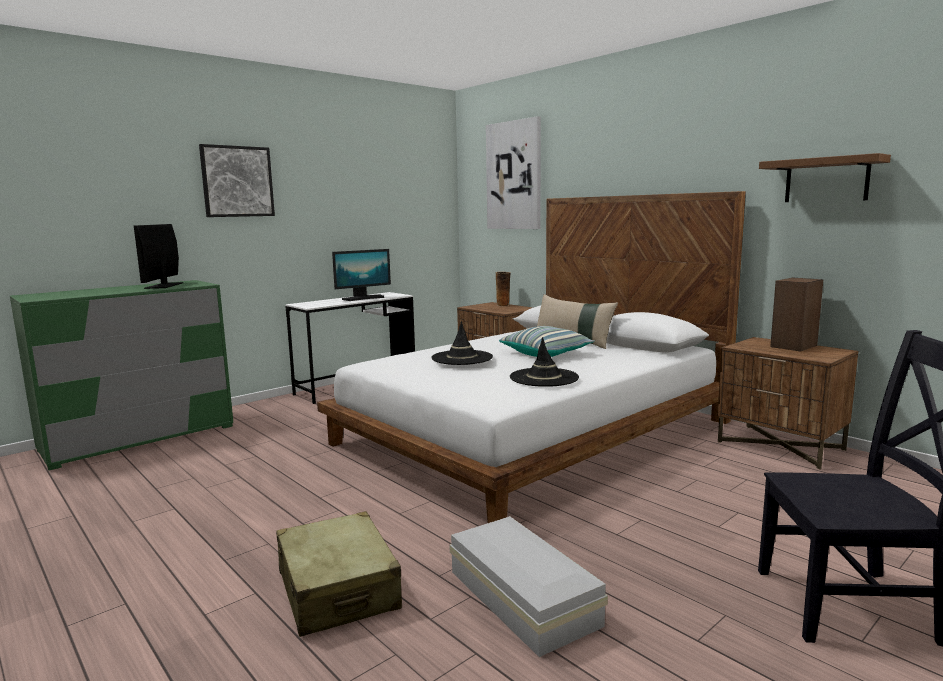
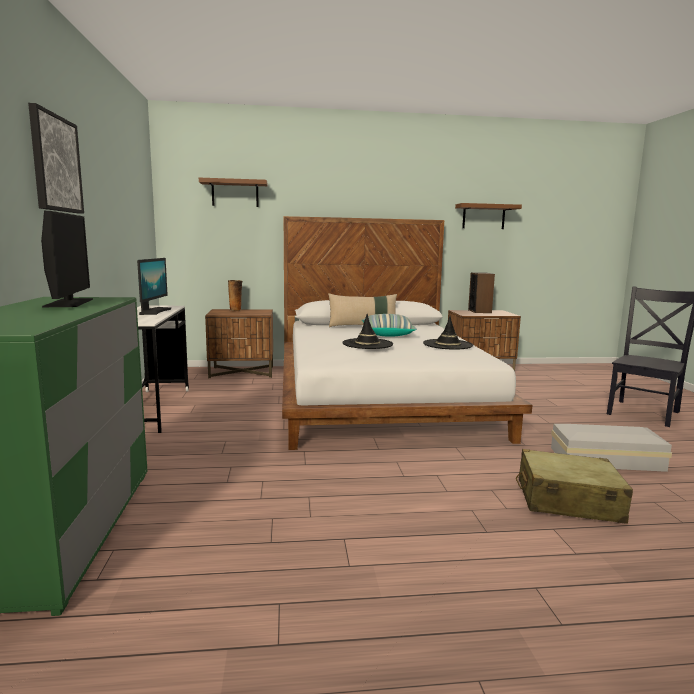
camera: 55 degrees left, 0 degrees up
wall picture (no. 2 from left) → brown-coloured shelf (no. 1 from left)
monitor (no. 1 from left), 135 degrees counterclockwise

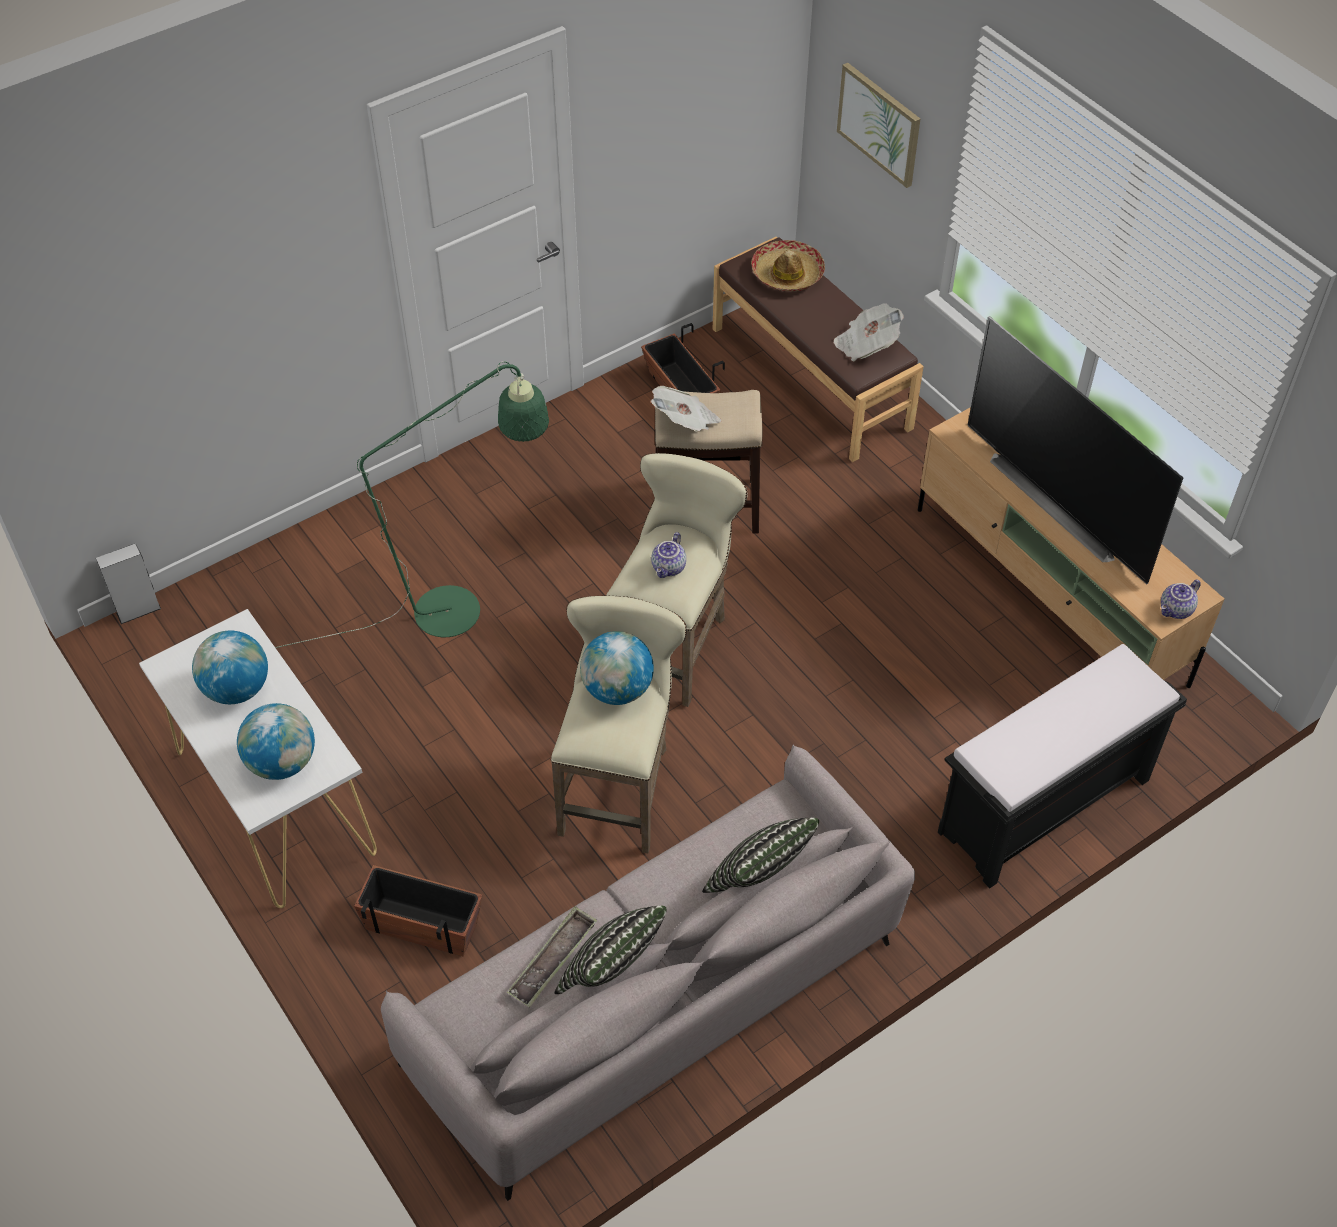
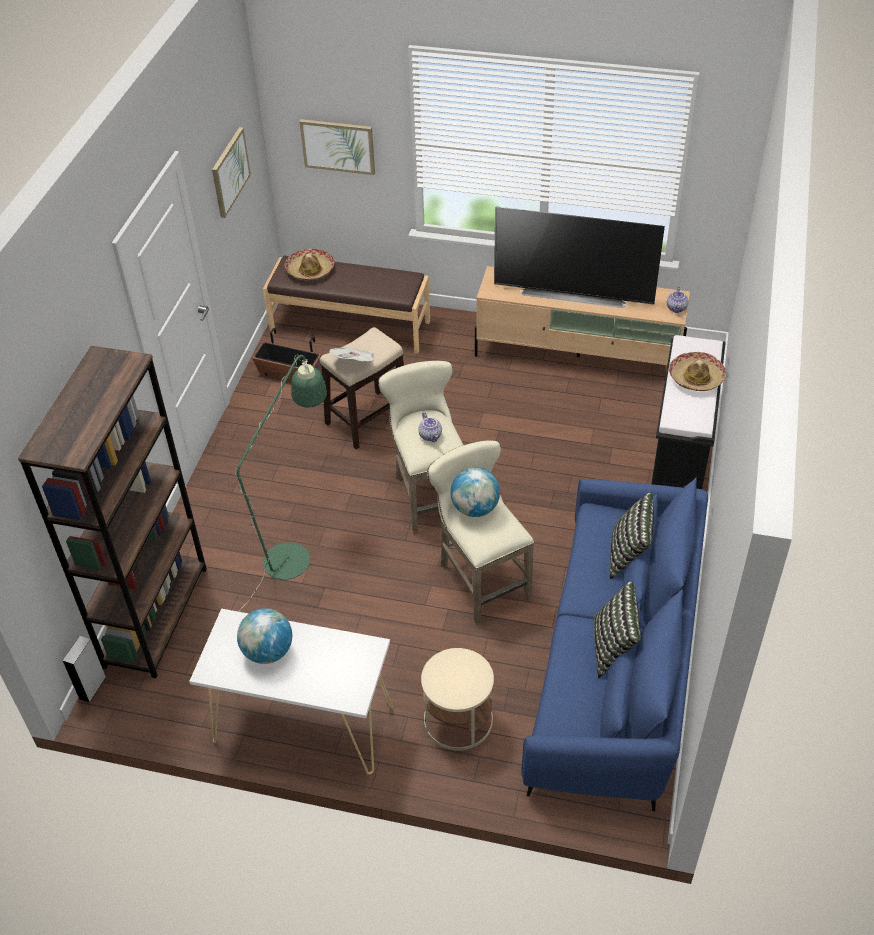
camera: 40 degrees left, 5 degrees down
newspaper (no. 2 from left) → -
globe (no. 2 from left) → -
grey settee → blue settee
planter (no. 1 from left) → beige-coloured side table
carrying tray → -
- → wall picture (no. 1 from left)
- → brown-coloured bookcase
- → clothing hat (no. 2 from left)

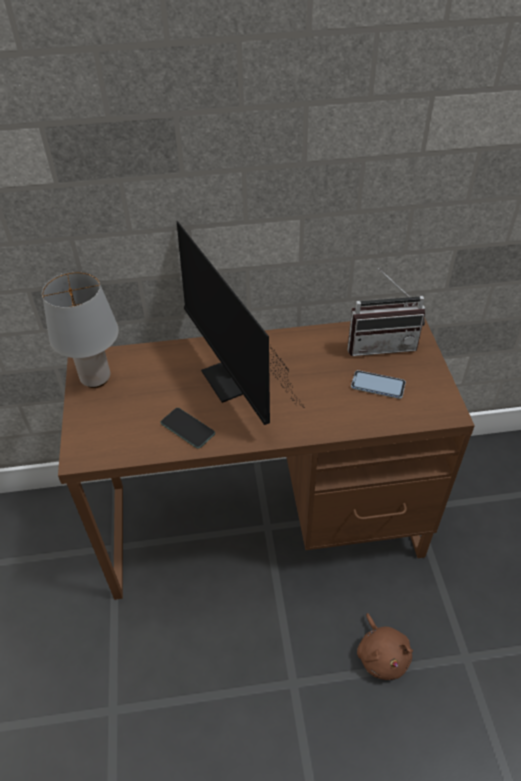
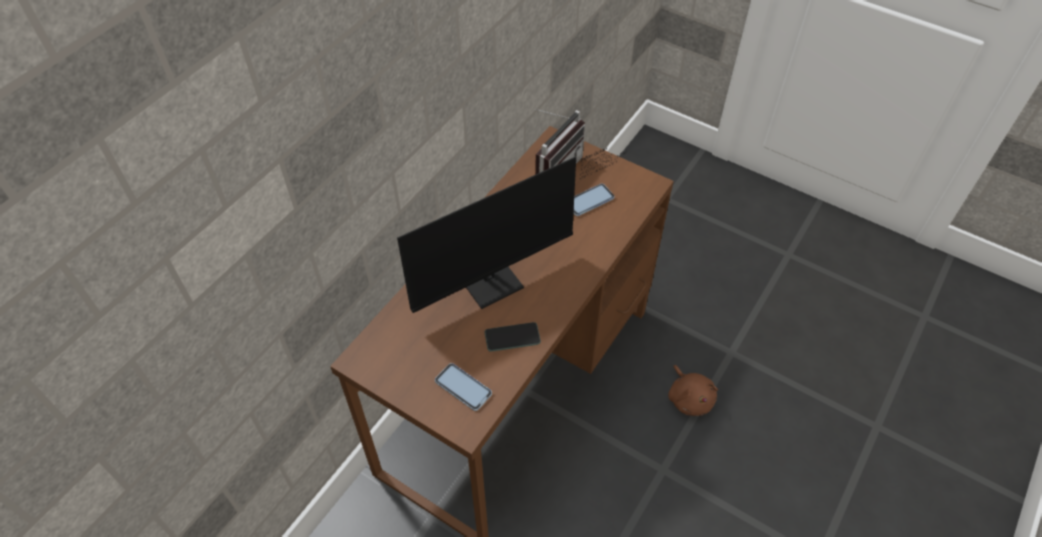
camera: 50 degrees left, 5 degrees up
monitor, 45 degrees counterclockwise
grey table lamp → -
brown-coloured soft toy, 45 degrees clockwise
- → phone (no. 1 from left)

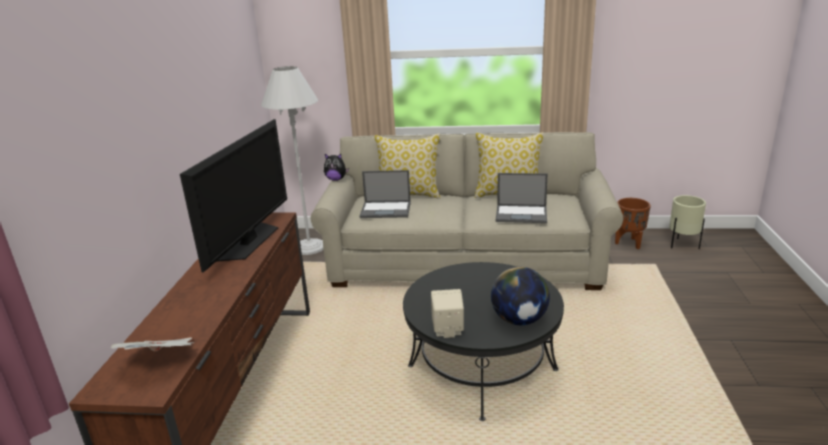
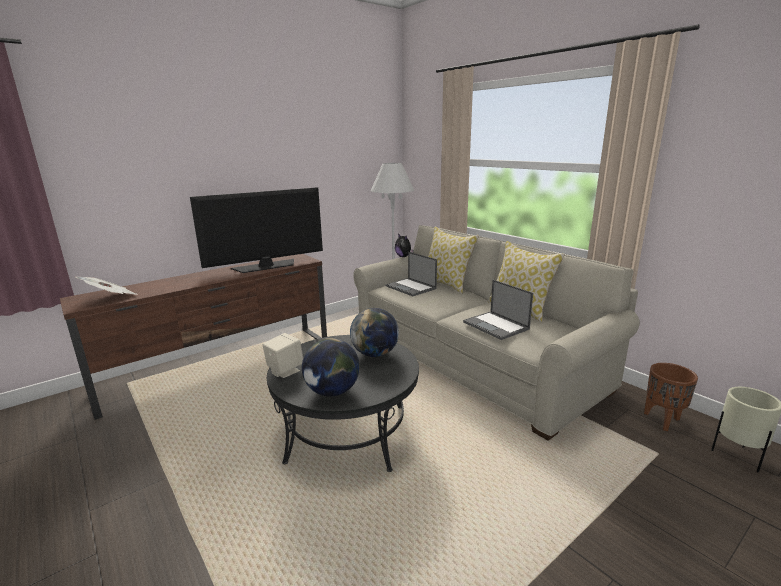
camera: 45 degrees right, 5 degrees down
- → globe (no. 2 from left)

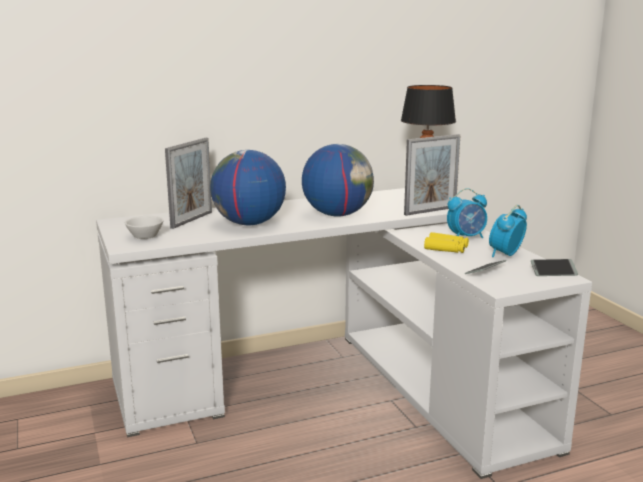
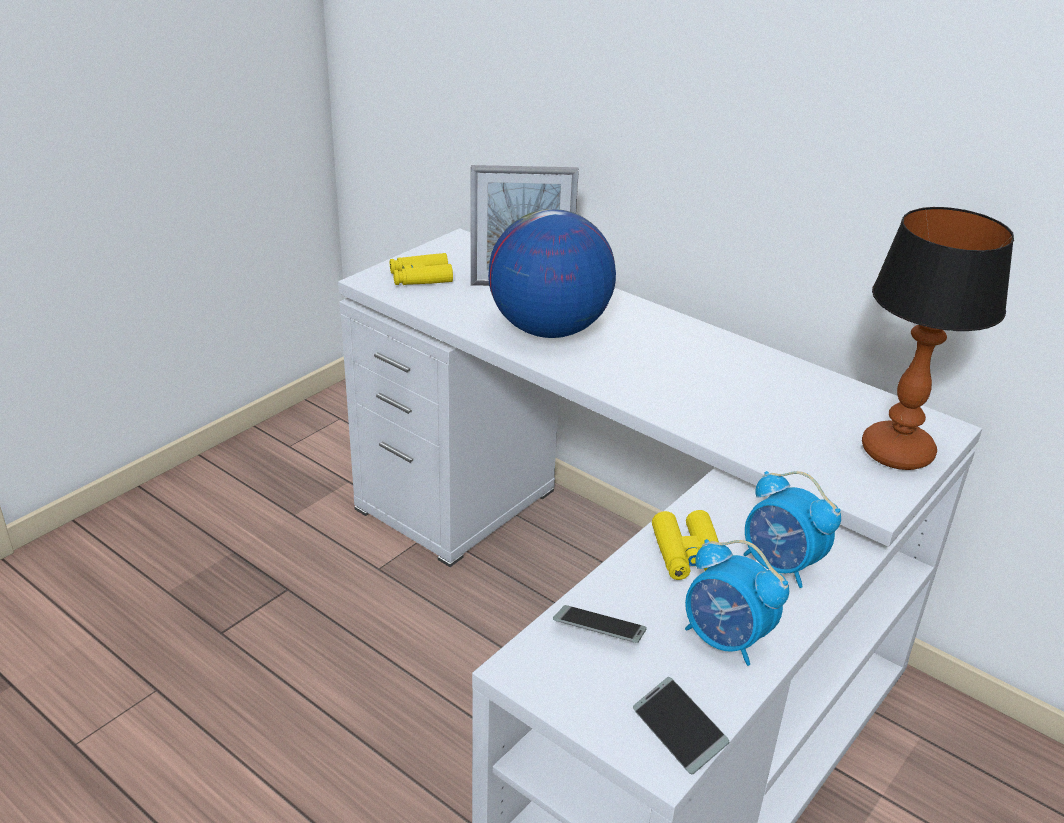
camera: 60 degrees right, 15 degrees up
photo frame (no. 2 from left) → -
globe (no. 2 from left) → -
alarm clock (no. 2 from left in the first image) → alarm clock (no. 1 from left), 150 degrees counterclockwise
white drinking cup → yellow pair of binoculars (no. 1 from left)

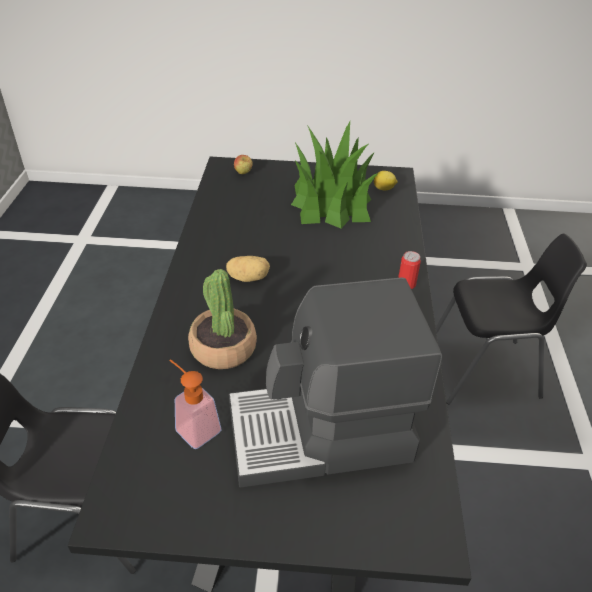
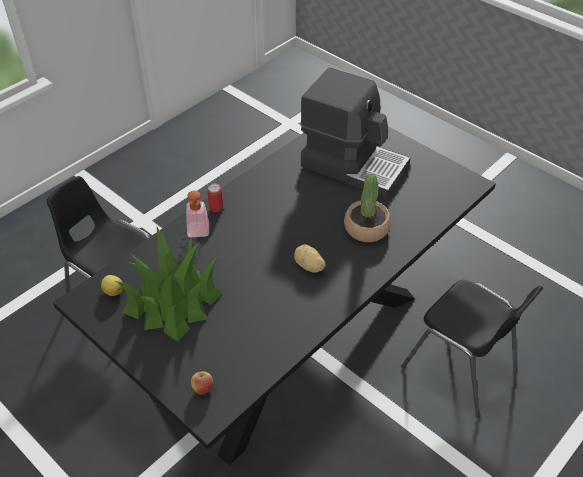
camera: 140 degrees left, 5 degrees up
liquid soap bottle, shifted

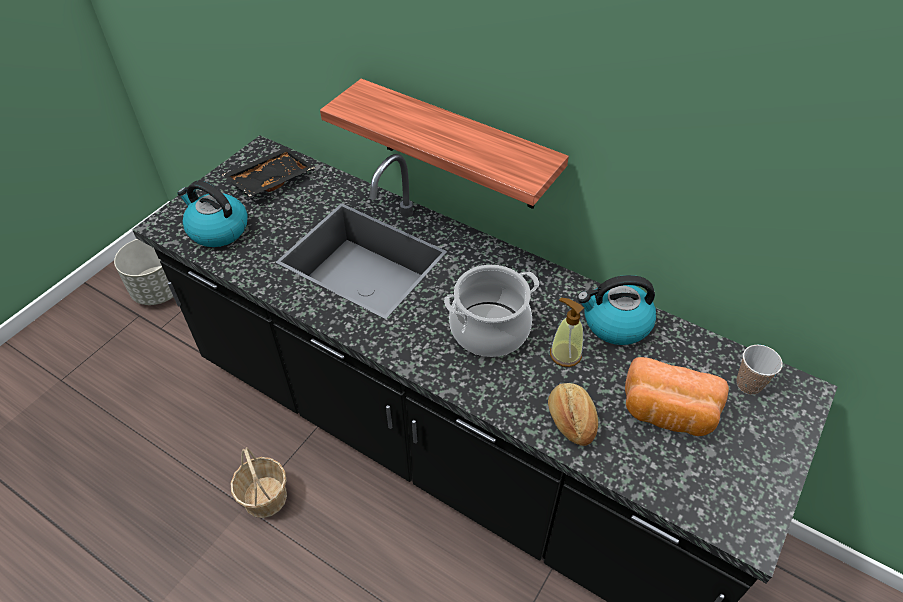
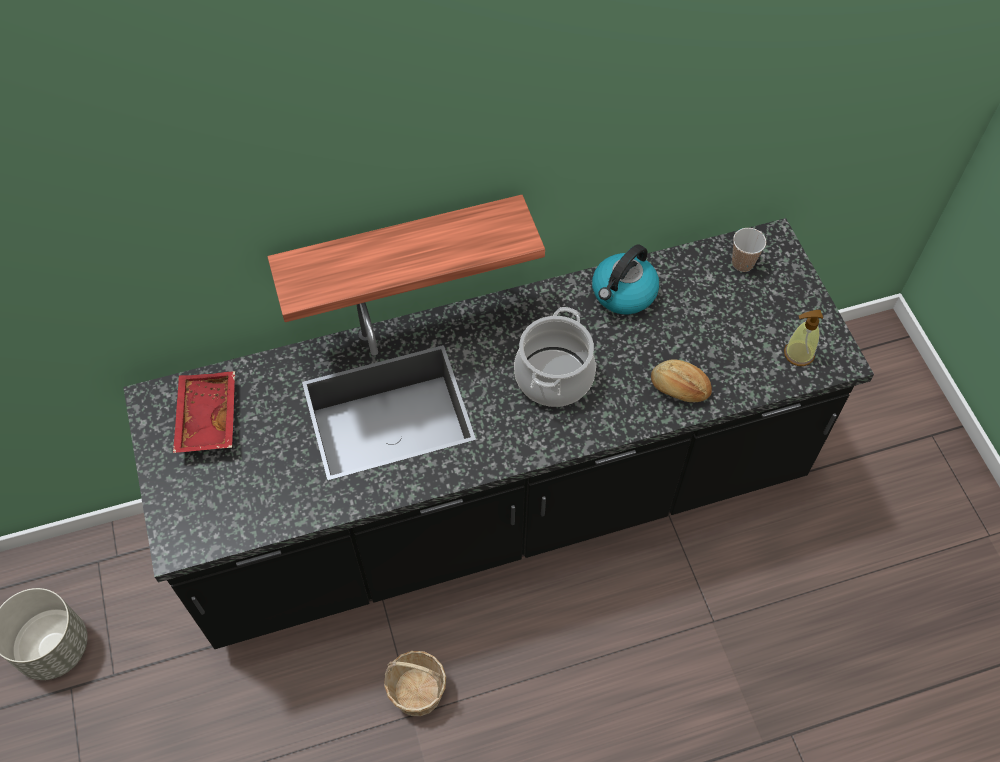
camera: 50 degrees left, 10 degrees up
black carrying tray → reddish carrying tray
water kettle (no. 1 from left) → -
liquid soap bottle, shifted
baked bread (no. 2 from left) → -

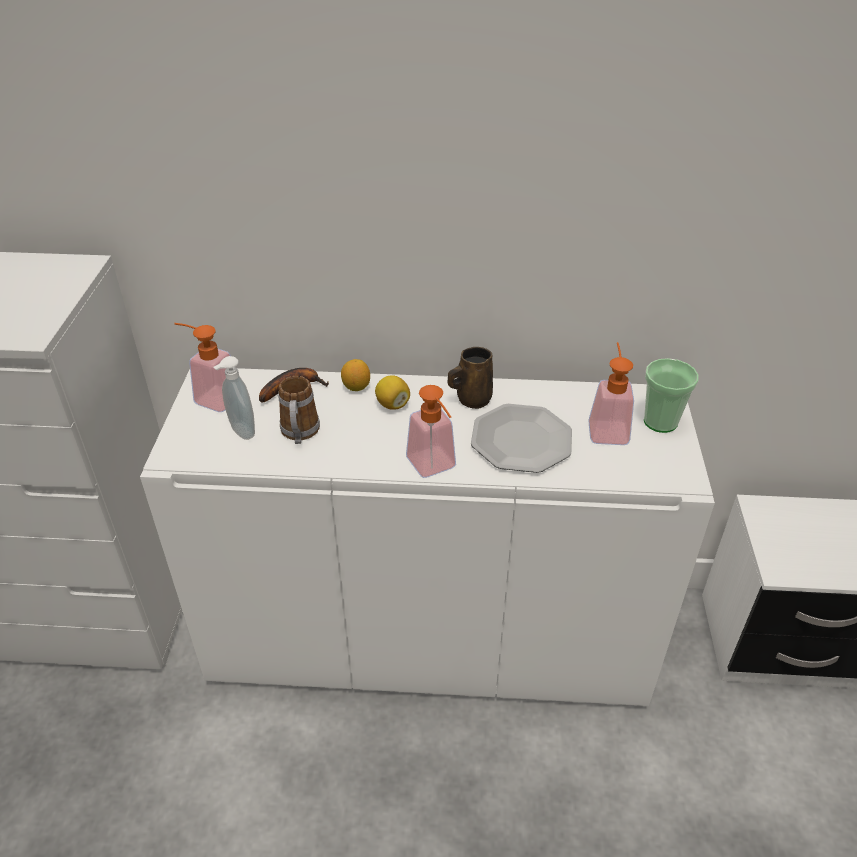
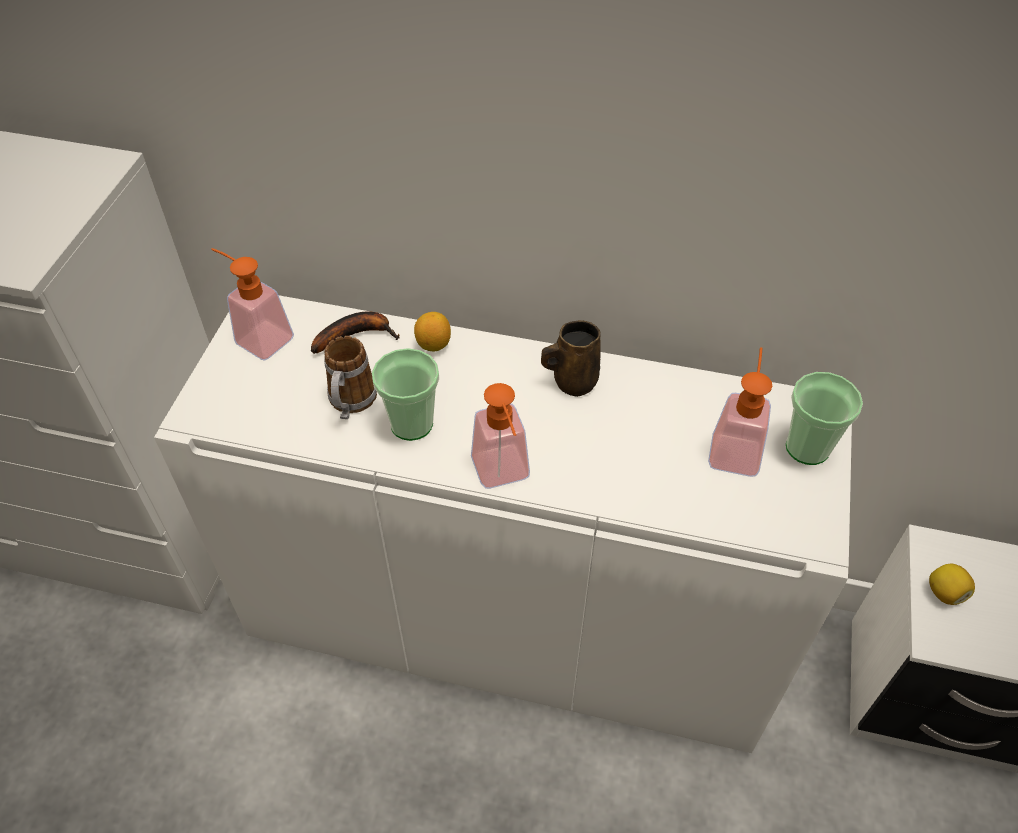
camera: 10 degrees right, 10 degrees up
liquid soap bottle (no. 2 from left) → -
citrus fruit (no. 2 from left), shifted
dinner plate → -
- → drinking cup (no. 1 from left)

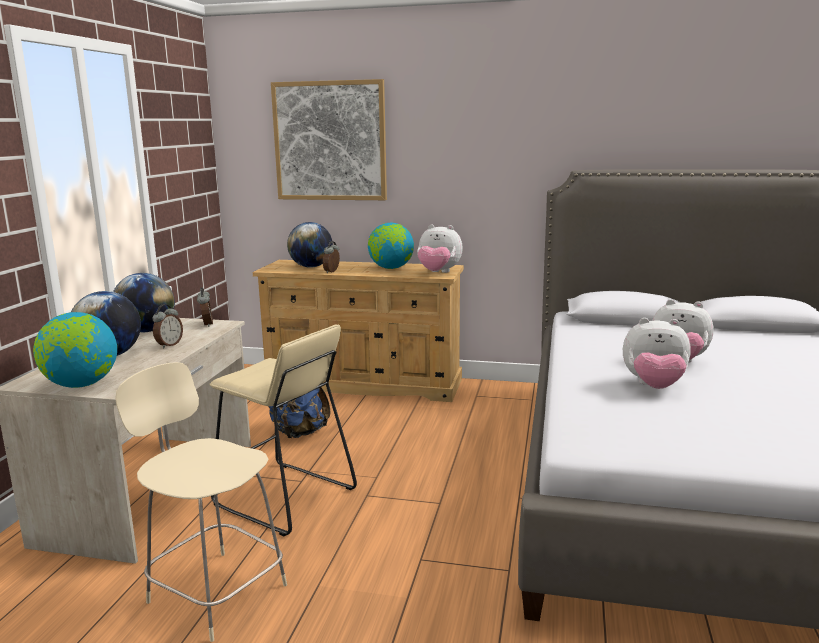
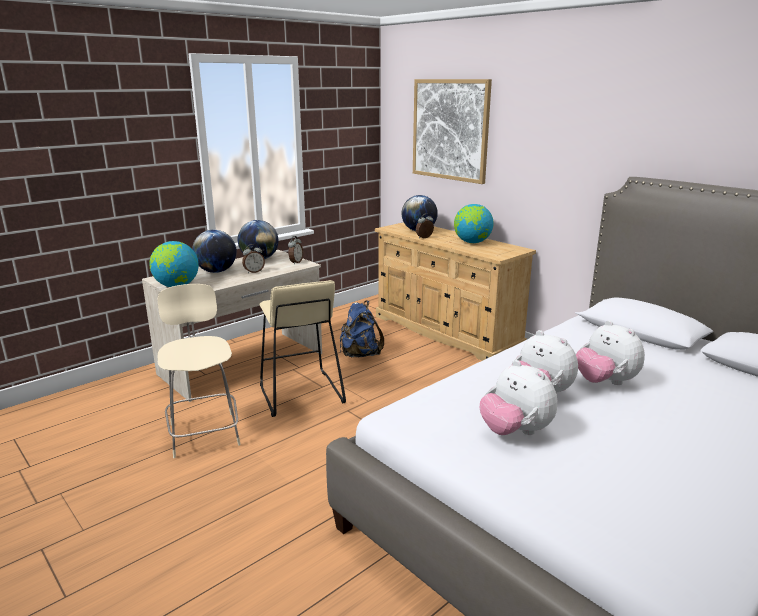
camera: 35 degrees right, 5 degrees up
soft toy (no. 1 from left), shifted

